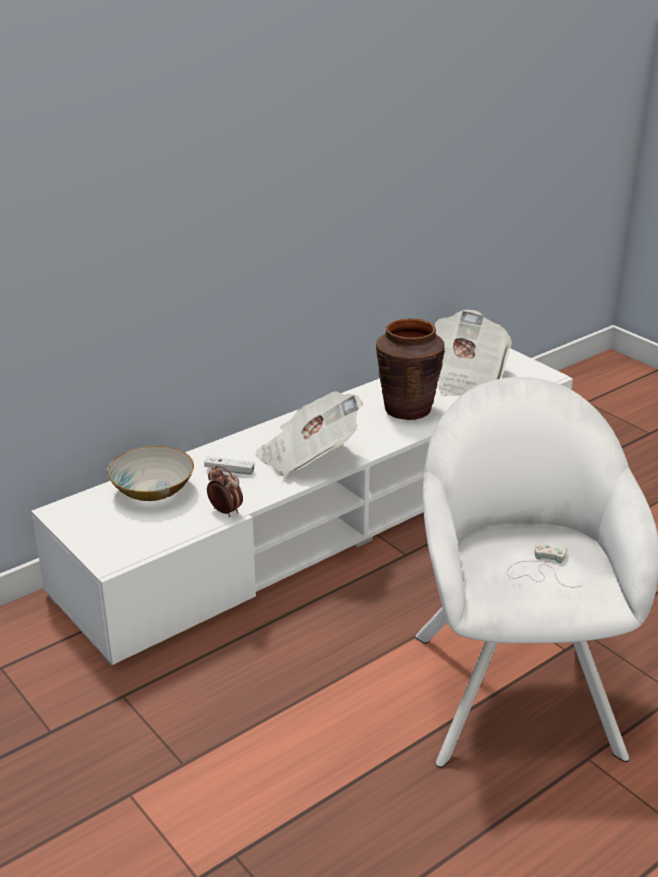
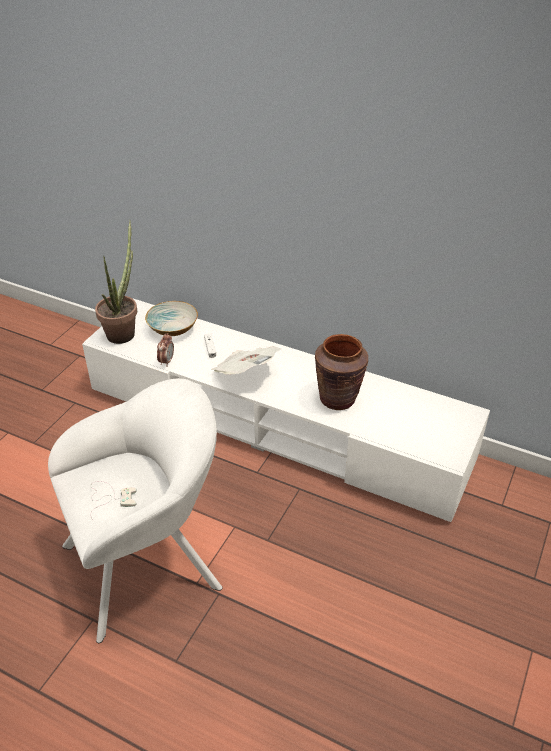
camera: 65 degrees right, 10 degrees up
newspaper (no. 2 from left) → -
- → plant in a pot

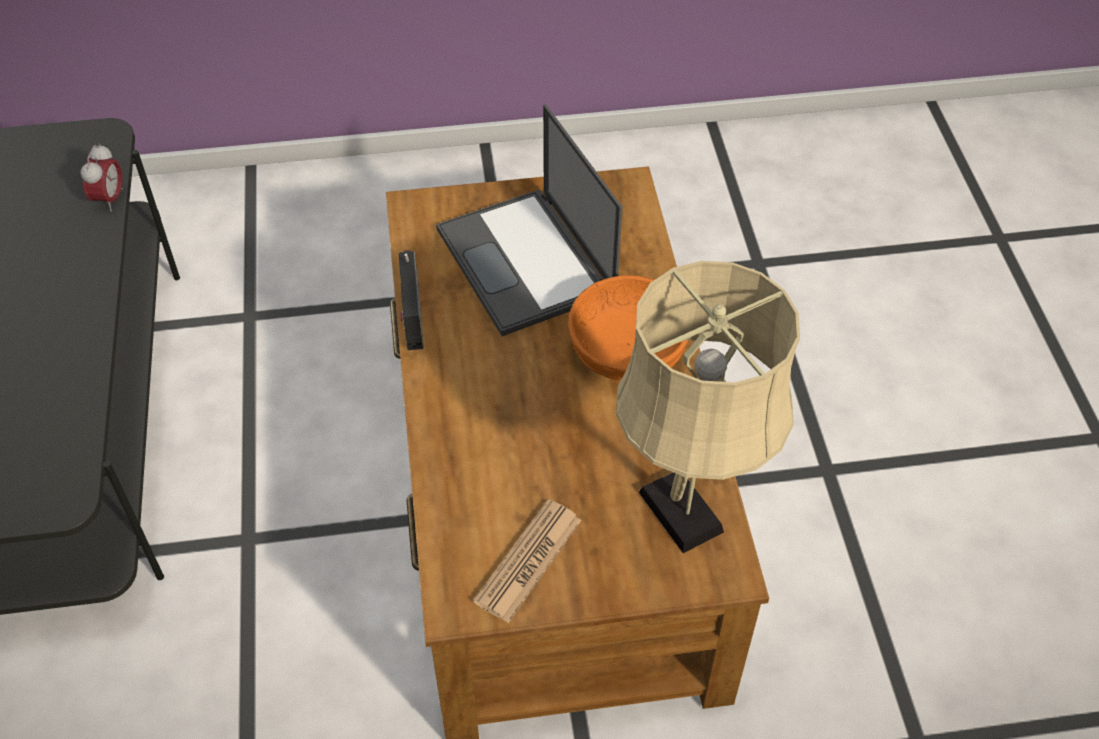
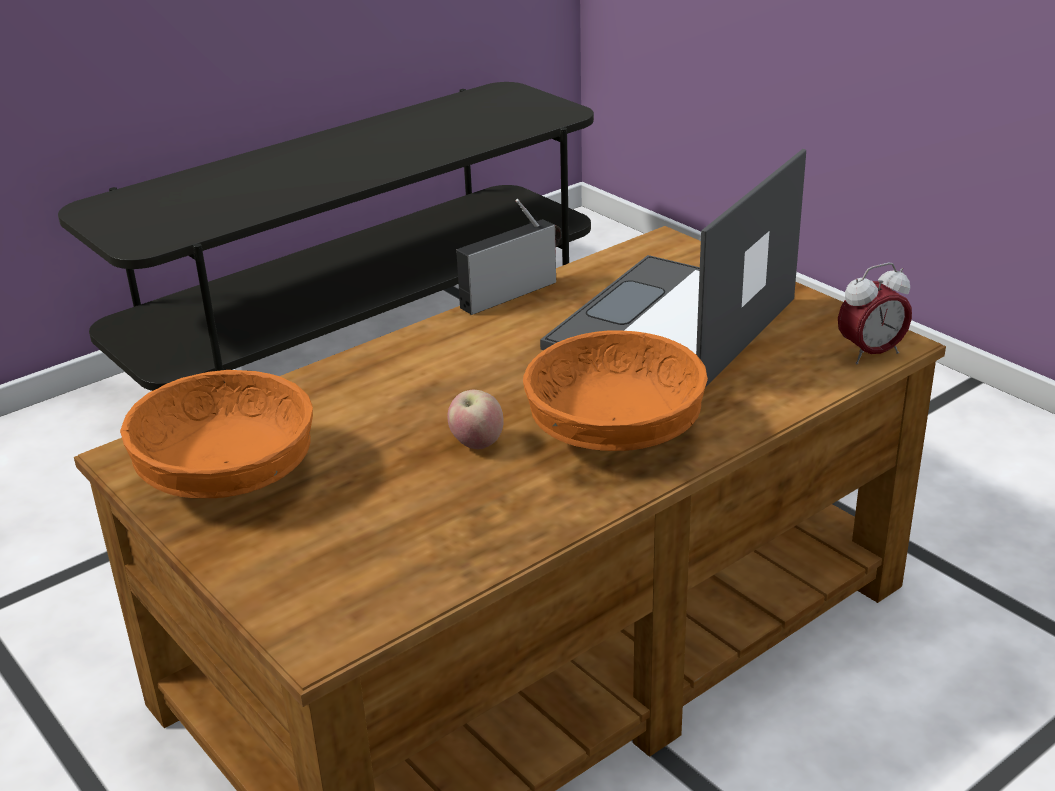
camera: 60 degrees right, 20 degrees down
alarm clock, shifted
beige-coloured table lamp → -
newspaper → orange-coloured serving bowl (no. 1 from left)
- → apple fruit

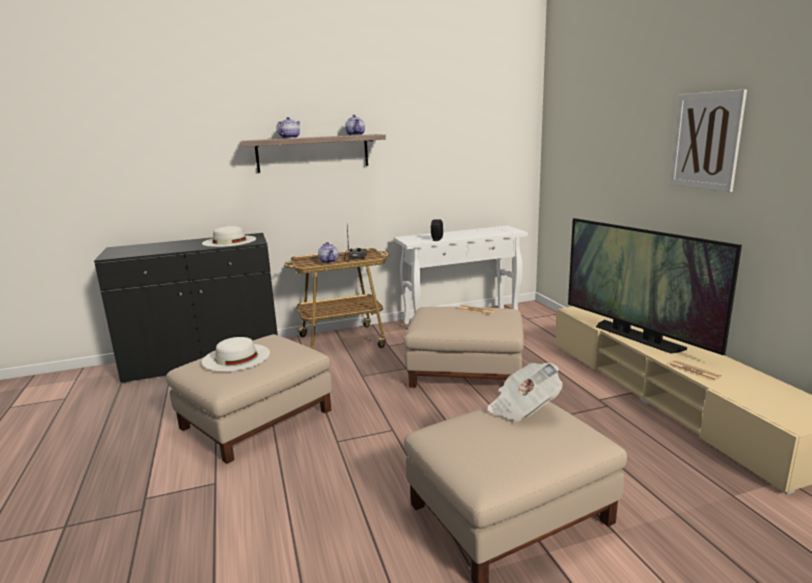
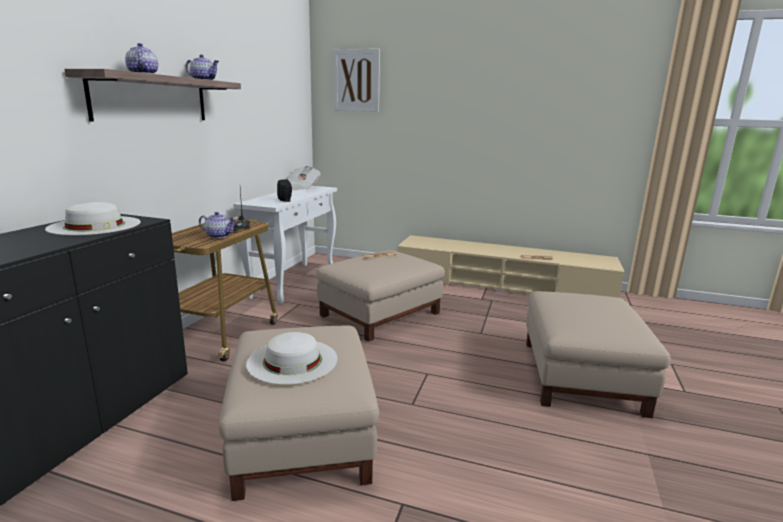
camera: 55 degrees left, 0 degrees up
wall picture, shifted
television → -
newspaper (no. 2 from left in the first image) → newspaper (no. 1 from left), shifted

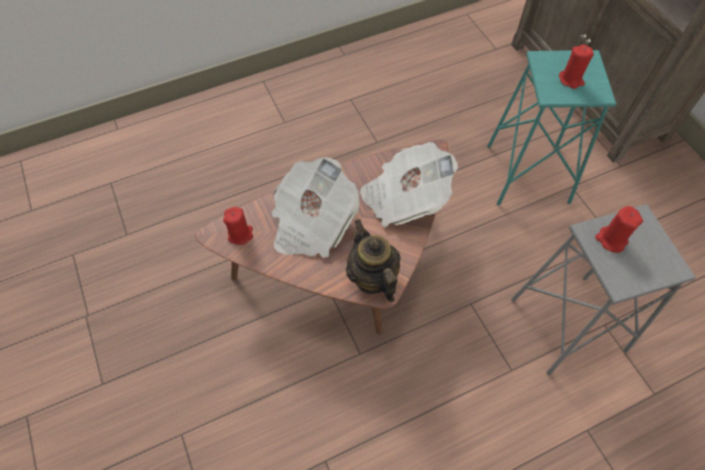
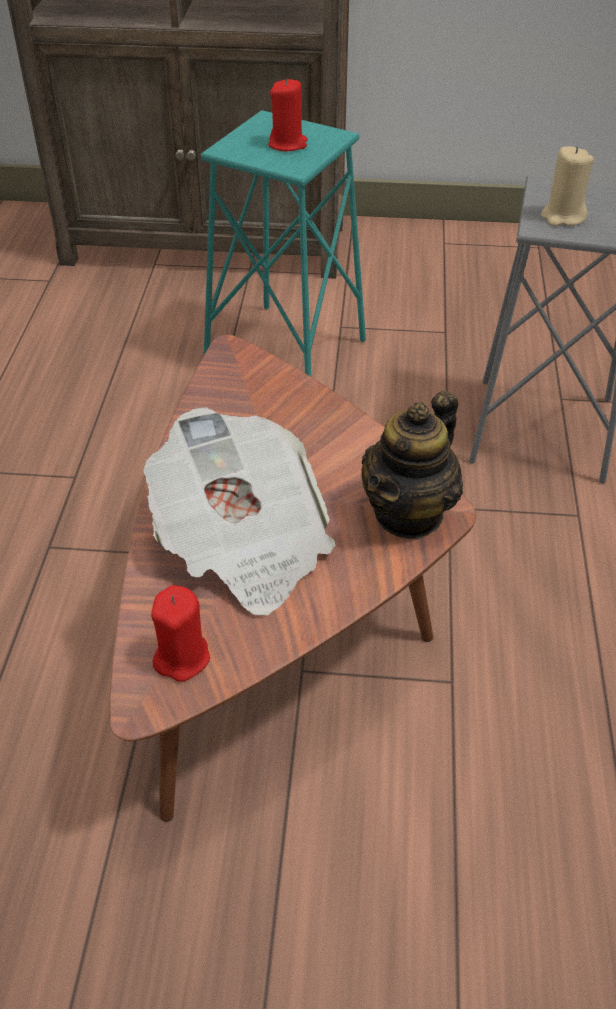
camera: 60 degrees left, 15 degrees down
newspaper (no. 2 from left) → -
reddish wax candle (no. 3 from left) → beige-coloured wax candle
teapot, 60 degrees counterclockwise

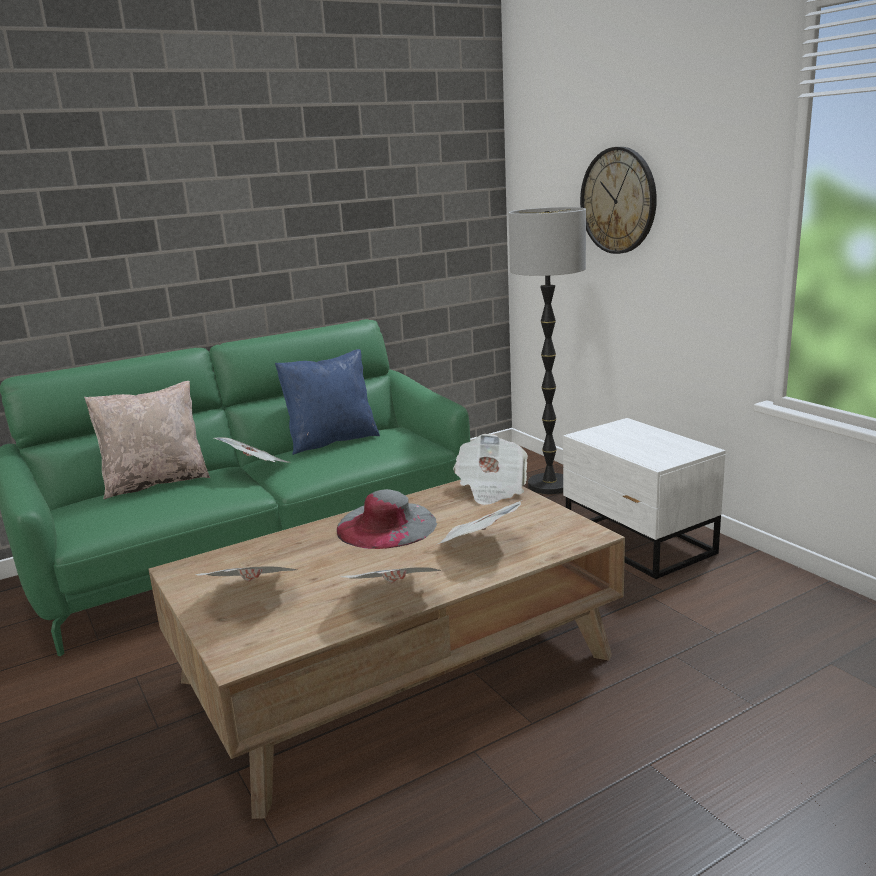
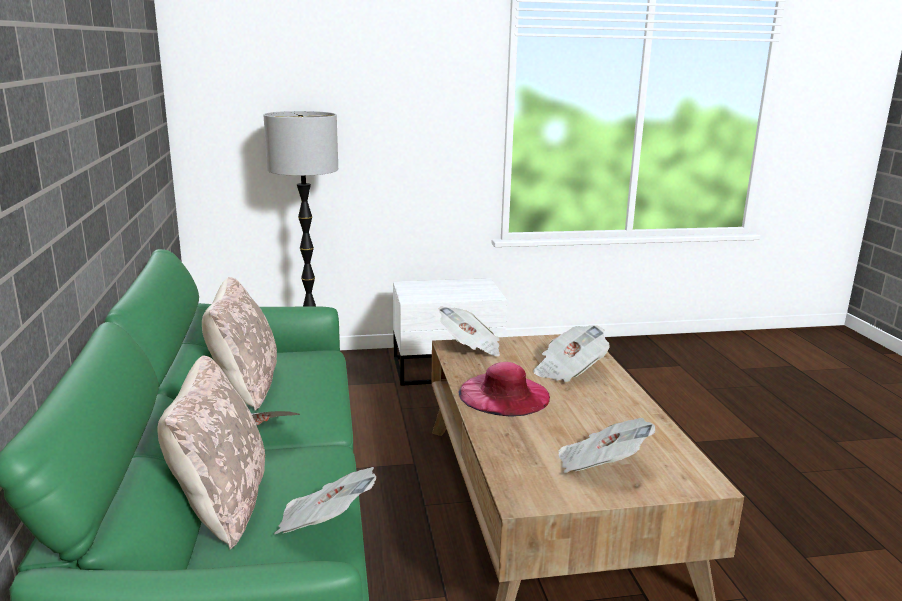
camera: 70 degrees left, 0 degrees up
hanging clock → -
blue throw pillow → beige-coloured throw pillow (no. 2 from left)
grey clothing hat → pinkish clothing hat
newspaper (no. 3 from left in the first image) → newspaper (no. 2 from left), shifted

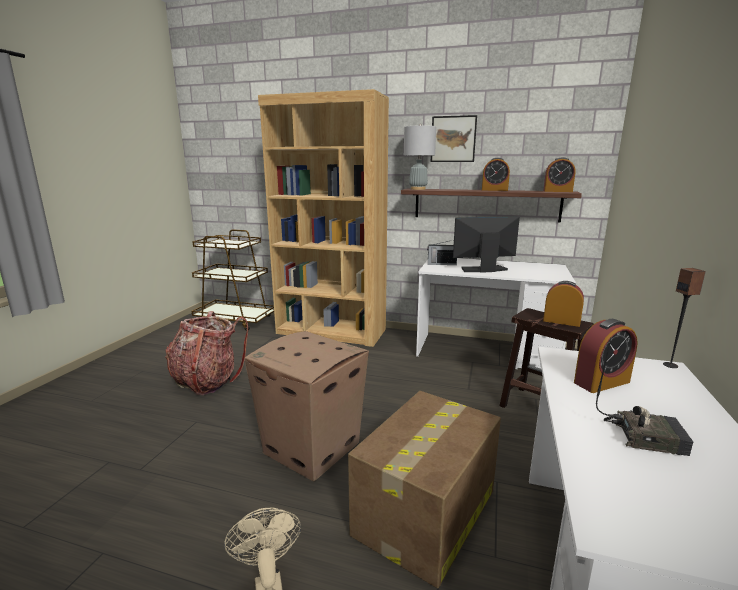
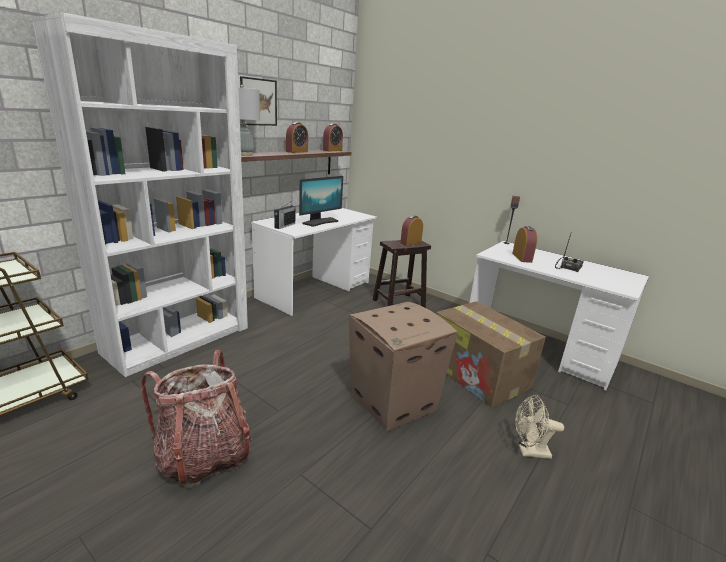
camera: 70 degrees left, 5 degrees up
brown-coloured bookcase → white bookcase
monitor, 150 degrees counterclockwise

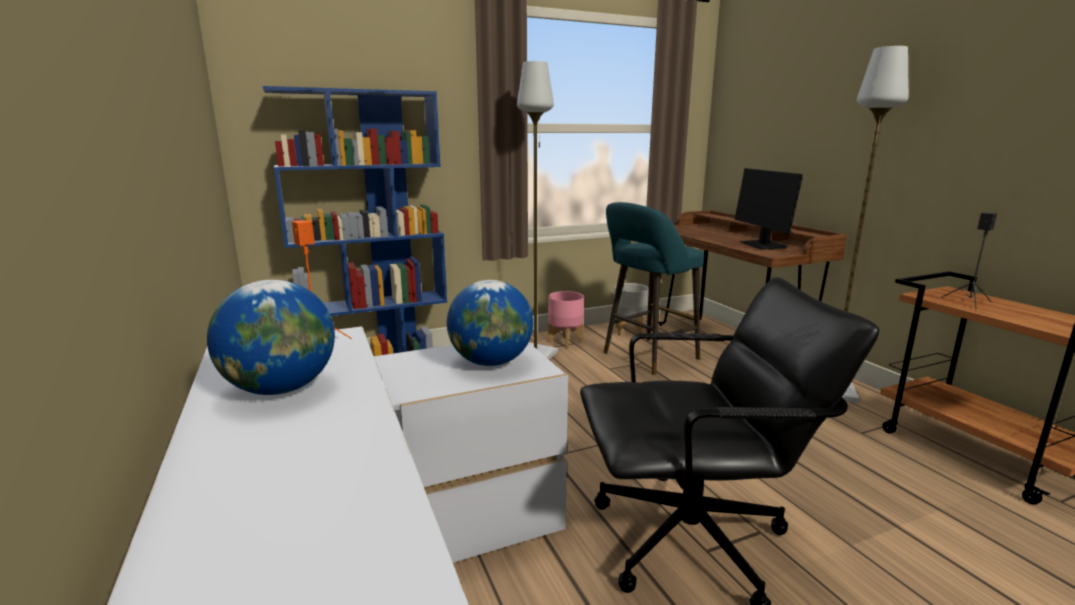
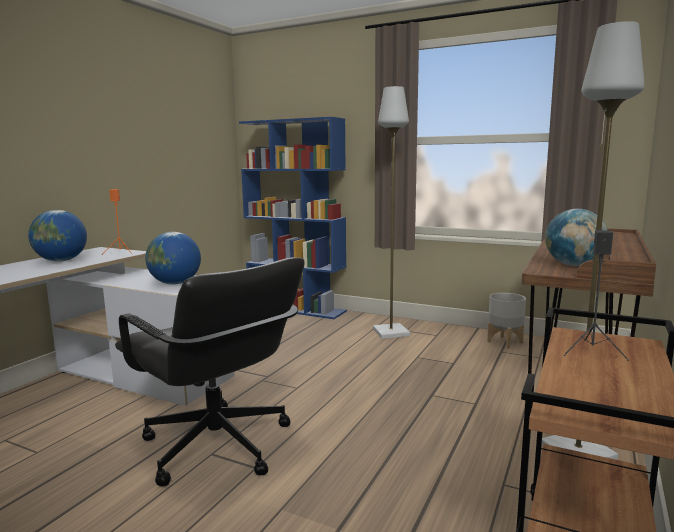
camera: 50 degrees right, 5 degrees down
monitor → globe (no. 3 from left)
turquoise stool seat → -
pinkish planter → -

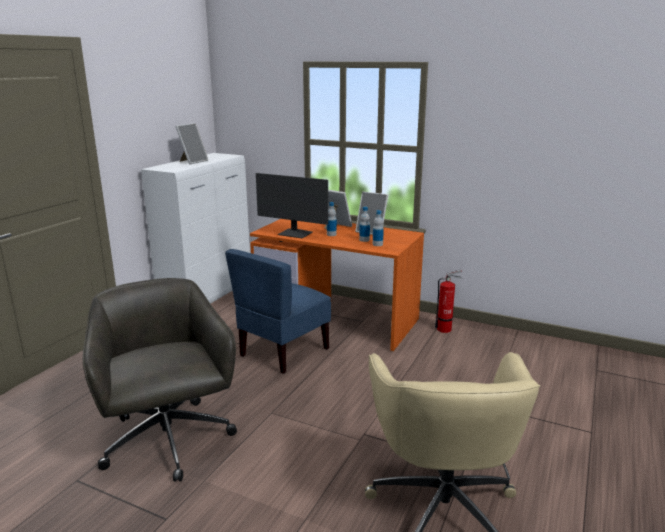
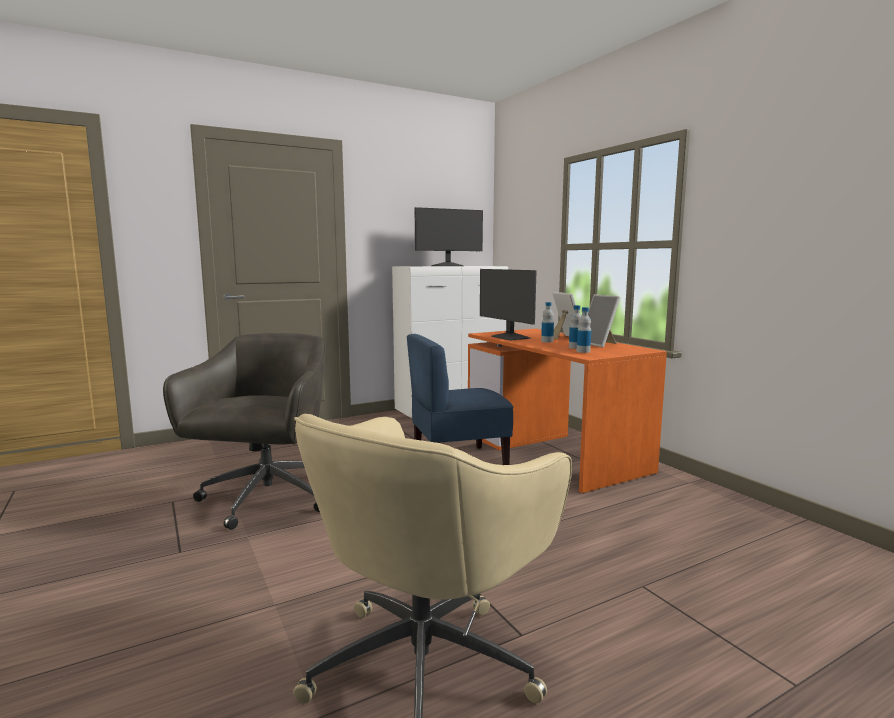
camera: 35 degrees right, 10 degrees down
photo frame (no. 1 from left) → monitor (no. 1 from left)
fire extinguisher → -

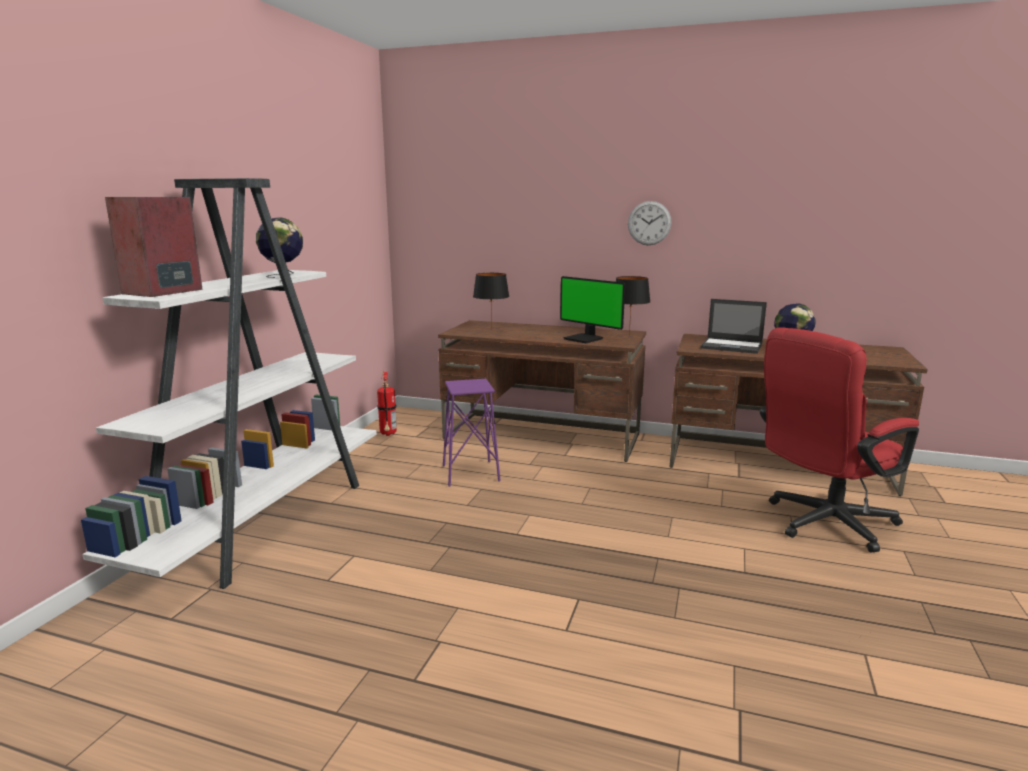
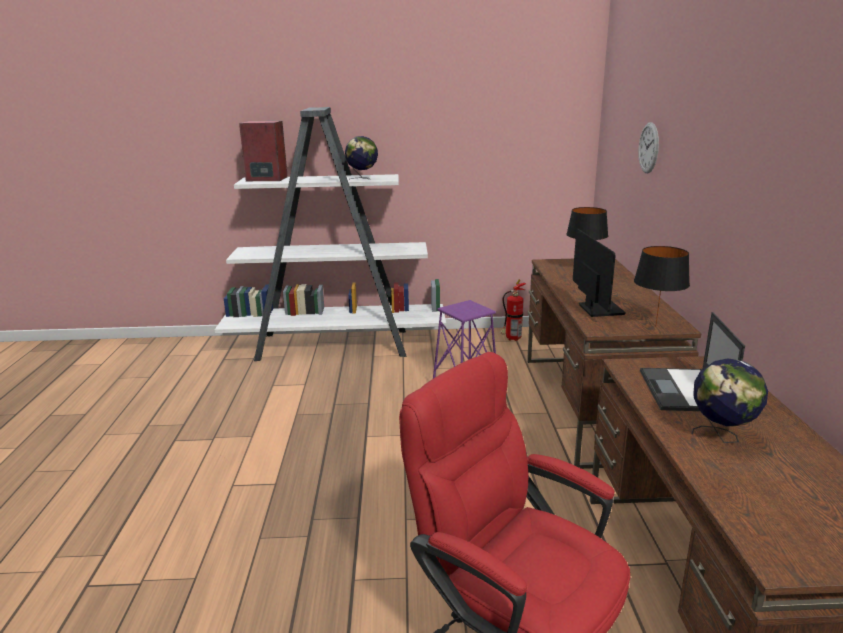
camera: 70 degrees right, 5 degrees up
hanging clock, shifted
monitor, 150 degrees clockwise

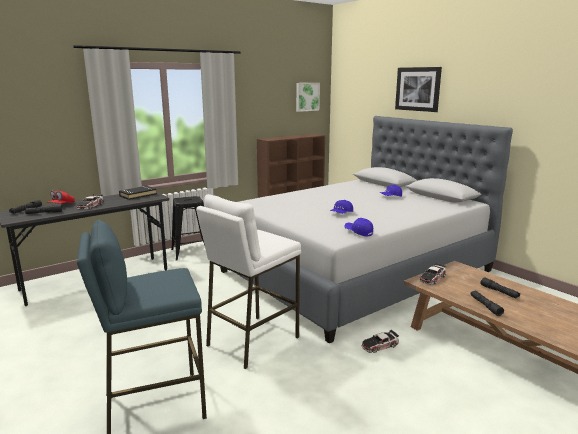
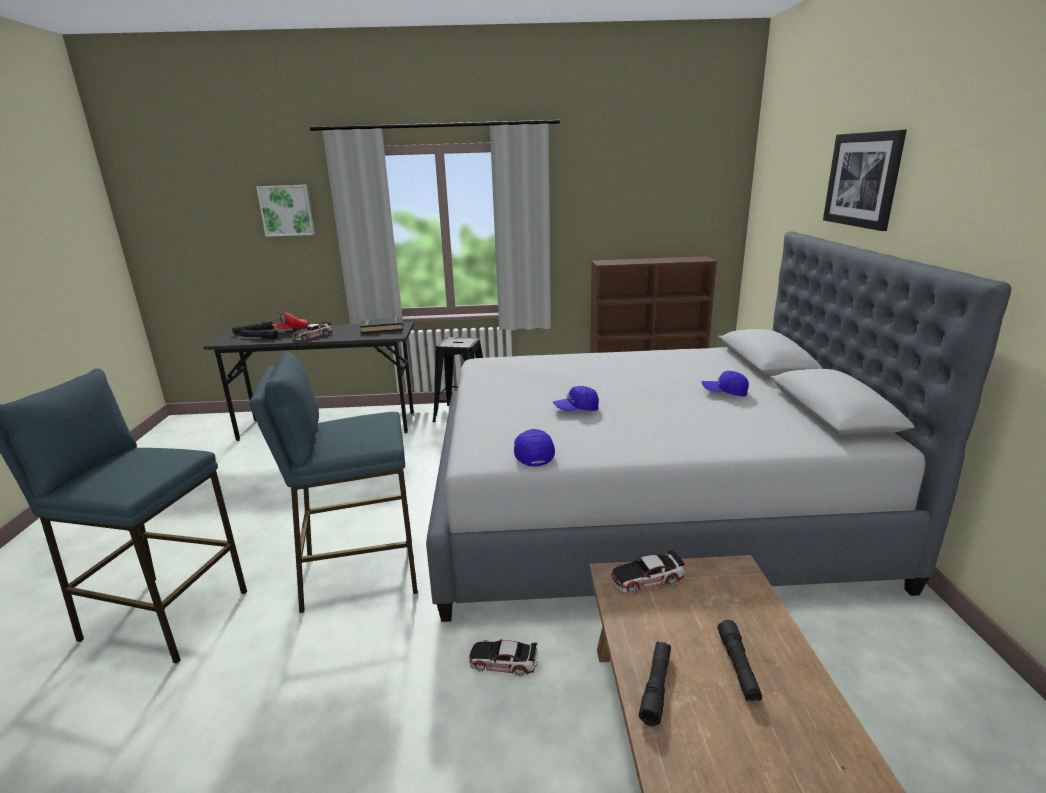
camera: 35 degrees right, 5 degrees up
wall picture (no. 1 from left), shifted
white stool seat → blue stool seat (no. 2 from left)

